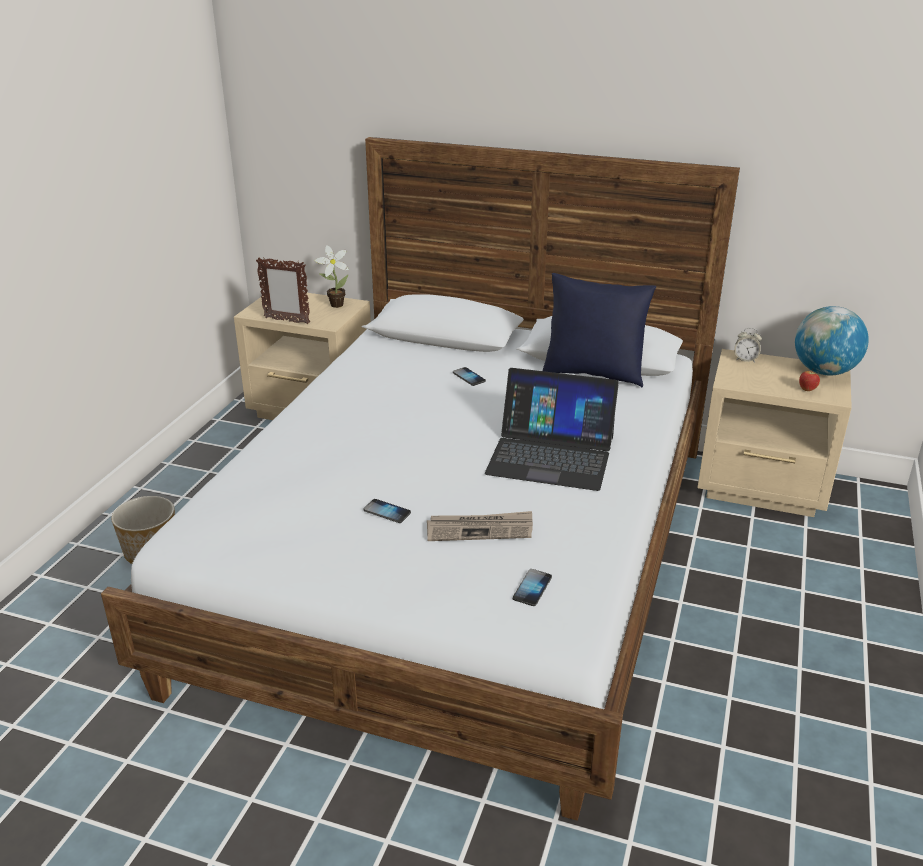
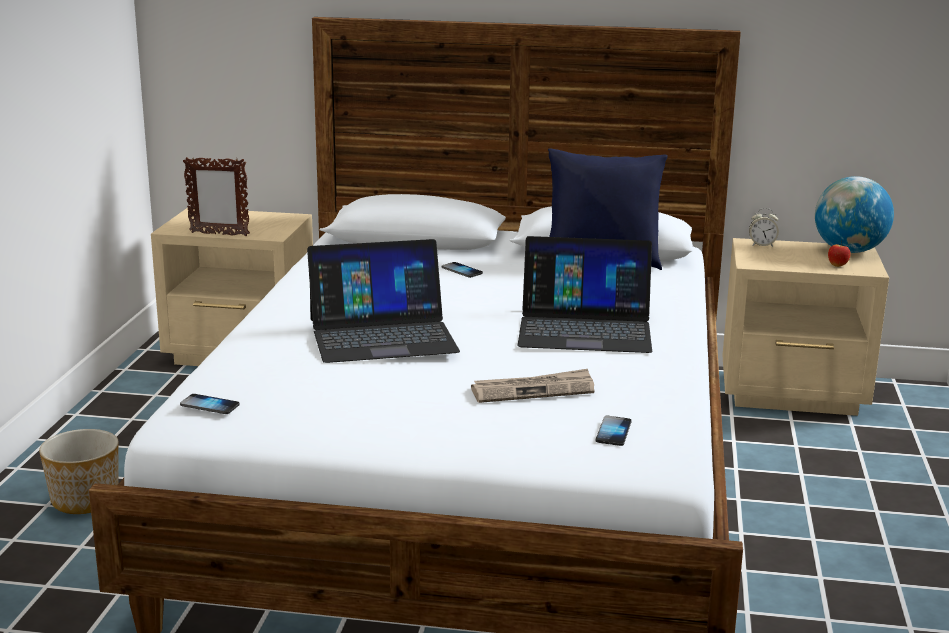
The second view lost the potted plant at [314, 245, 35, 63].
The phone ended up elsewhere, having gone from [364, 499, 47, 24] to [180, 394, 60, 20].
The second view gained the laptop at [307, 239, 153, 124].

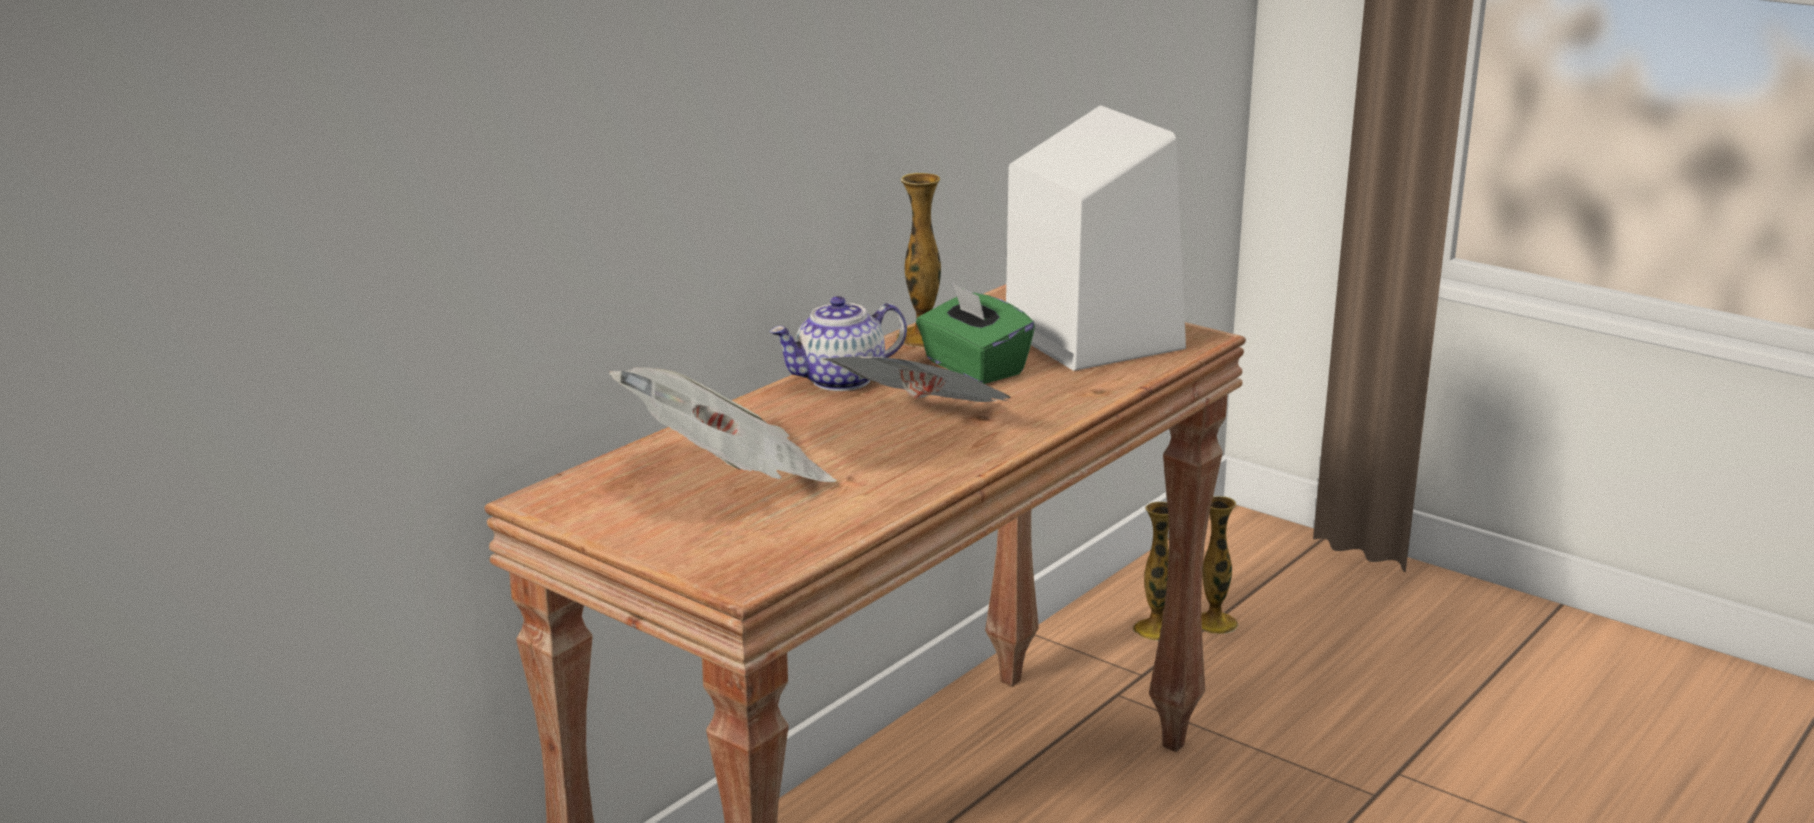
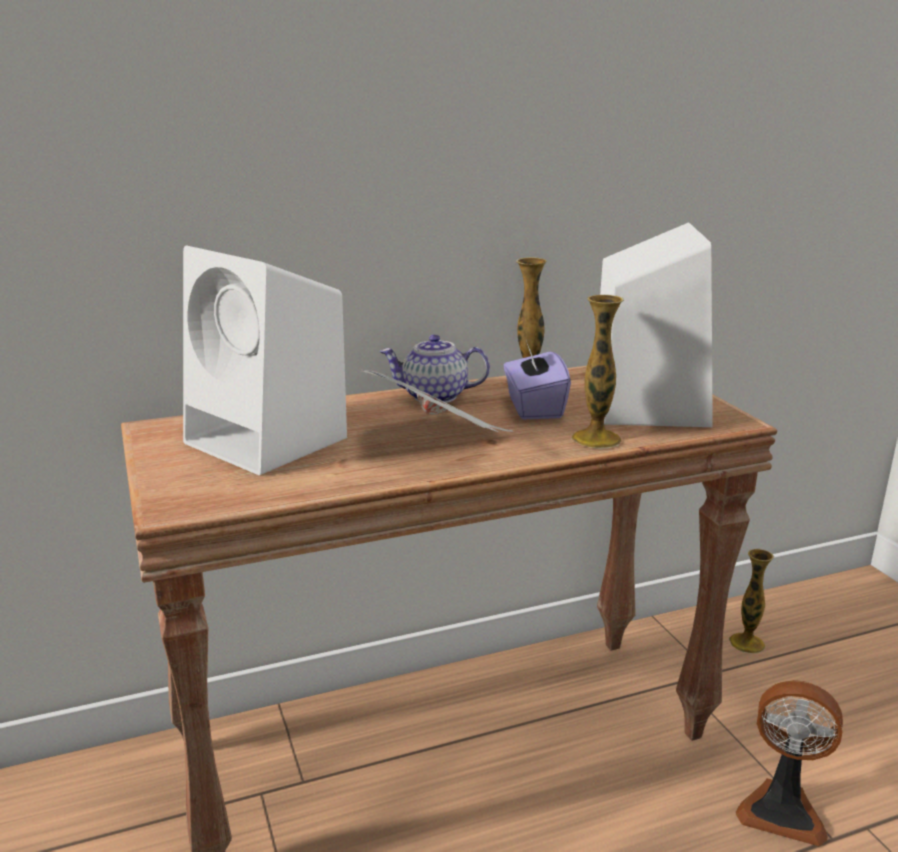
Where the newspaper stood at [609, 367, 228, 115], the white speaker came to stand at [183, 246, 164, 229].
What was the green tissue box at [916, 282, 119, 102] turned into the purple tissue box at [504, 340, 67, 79].
The vase ended up elsewhere, having gone from [1201, 496, 37, 138] to [571, 295, 53, 154].
The second view gained the fan at [736, 680, 107, 166].

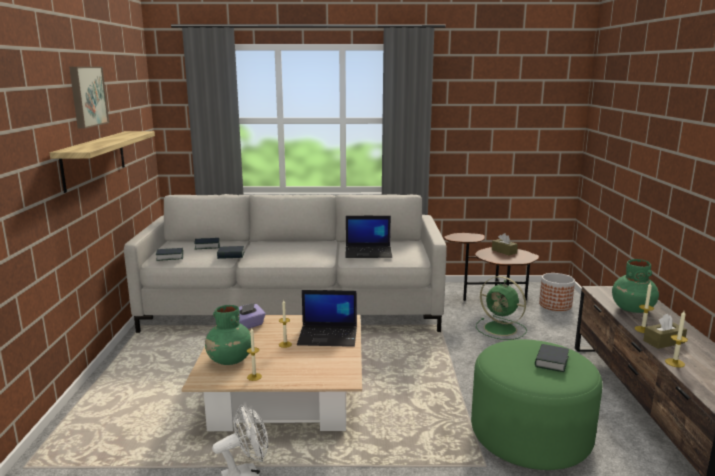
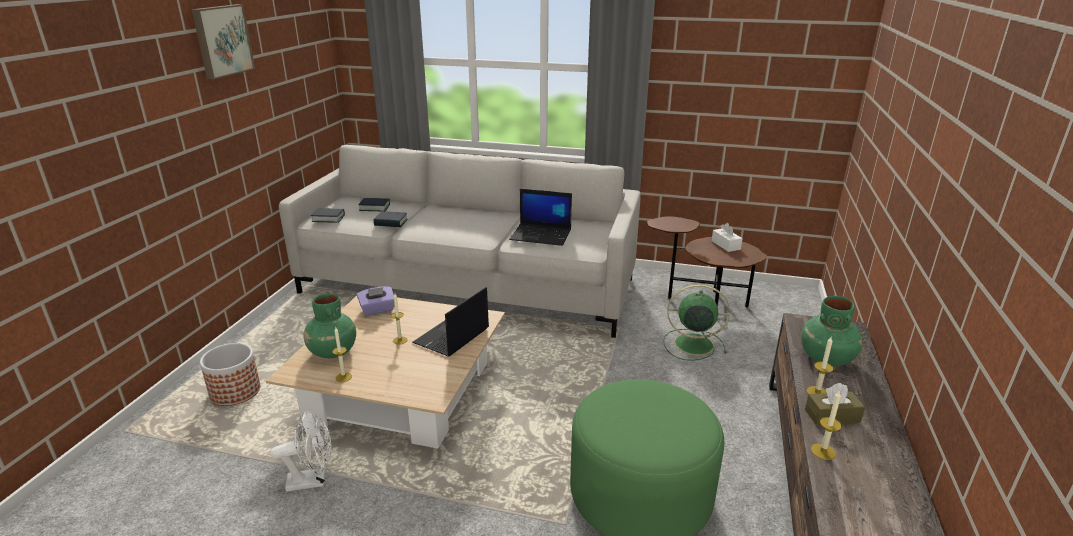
The second view lost the shelf at [50, 131, 105, 62].
The laptop at [297, 290, 60, 57] ended up facing another way, 105 degrees clockwise from before.
The green fan at [476, 276, 51, 64] ended up facing another way, 135 degrees clockwise from before.
What was the brown tissue box at [492, 233, 26, 23] turned into the white tissue box at [712, 223, 31, 29].
The second view lost the book at [535, 344, 34, 28].
The planter ended up elsewhere, having gone from [539, 273, 36, 38] to [200, 343, 61, 63].

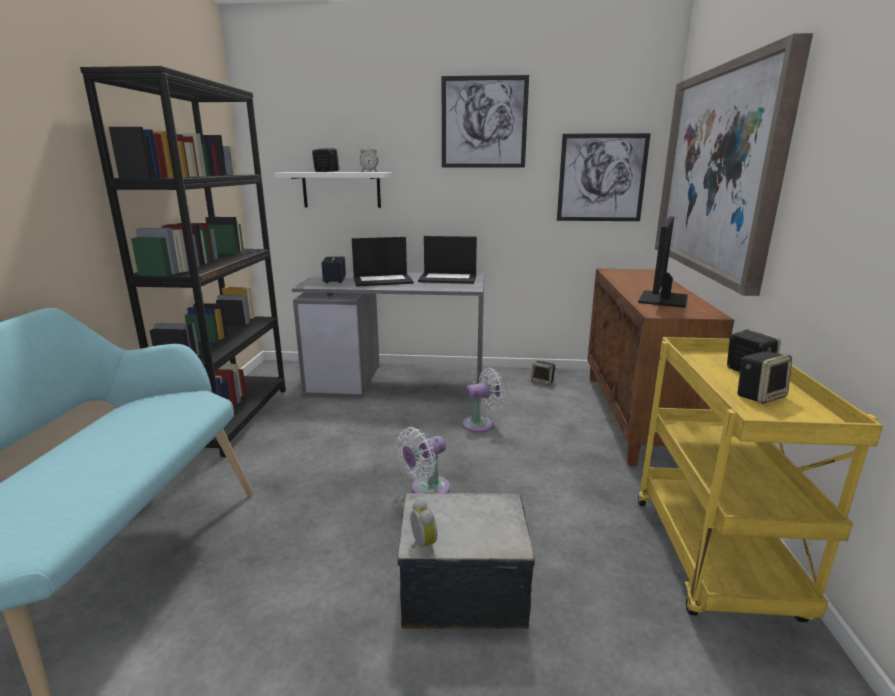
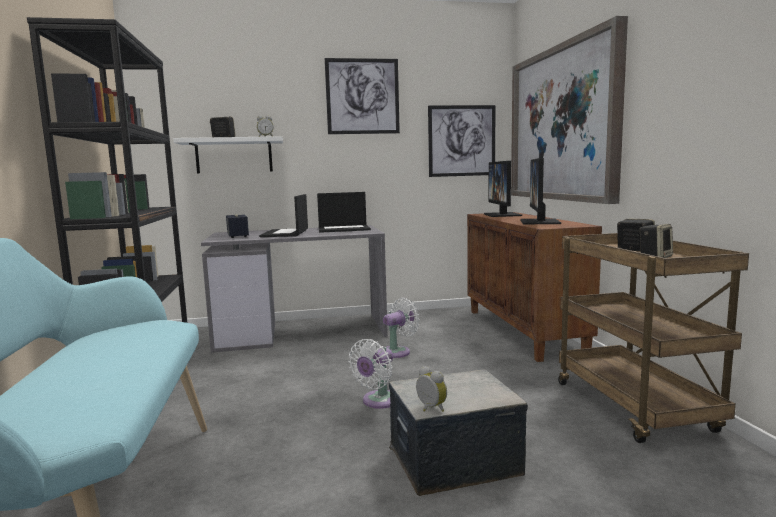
The laptop at [352, 237, 62, 50] ended up facing another way, 120 degrees clockwise from before.
The second view lost the speaker at [531, 361, 25, 24].
What was the yellow cart at [638, 337, 245, 285] turned into the brown cart at [558, 233, 191, 210].
The second view gained the monitor at [484, 161, 38, 56].

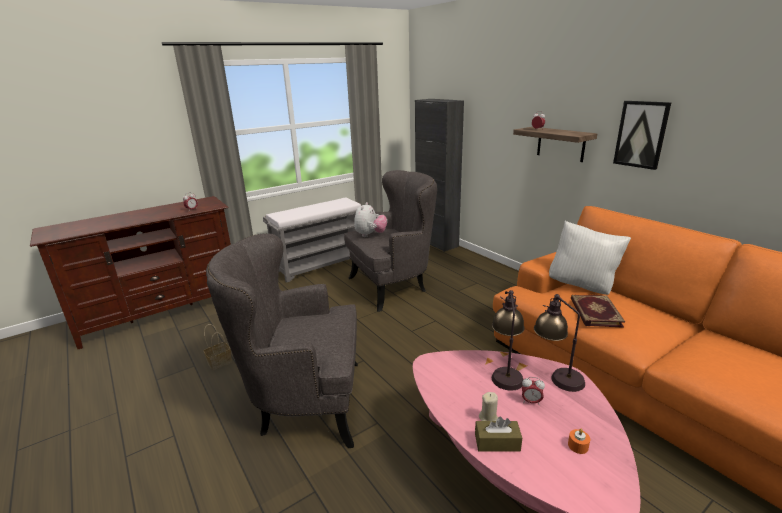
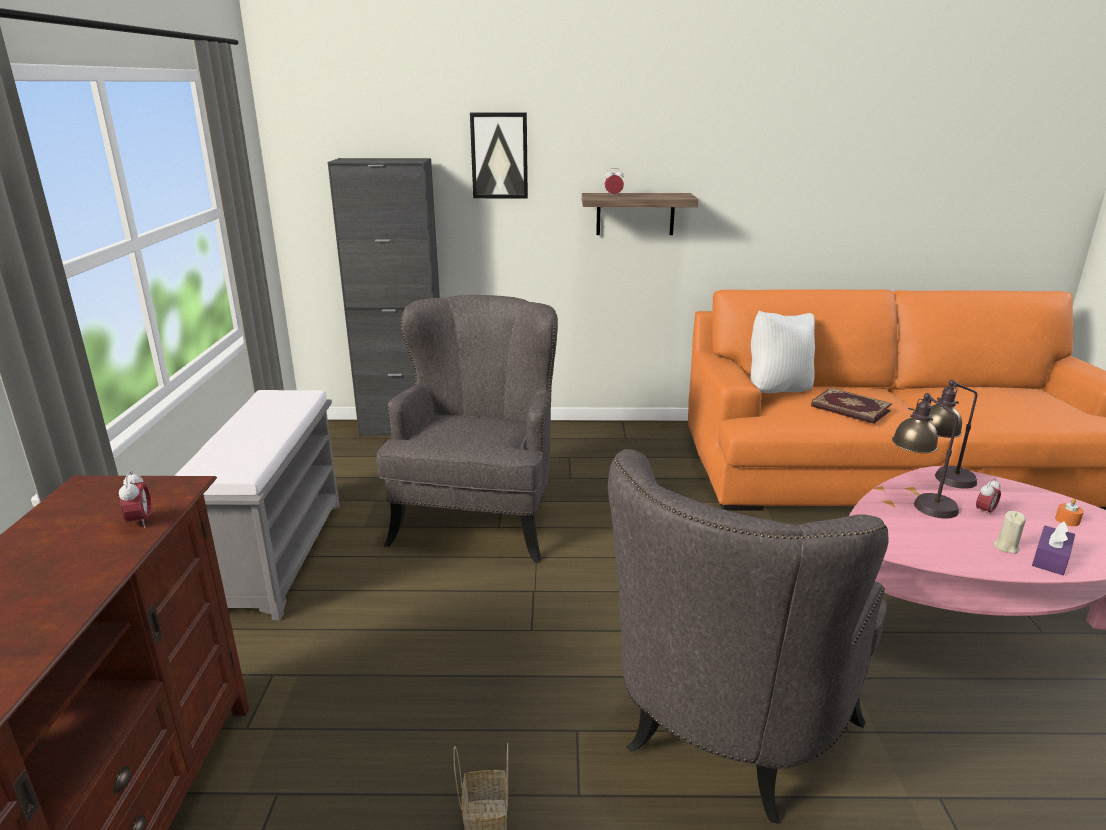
The second view lost the plush toy at [354, 202, 33, 35].
What was the brown tissue box at [475, 417, 47, 34] turned into the purple tissue box at [1032, 521, 43, 54].
The picture ended up elsewhere, having gone from [613, 101, 59, 69] to [470, 113, 58, 85].

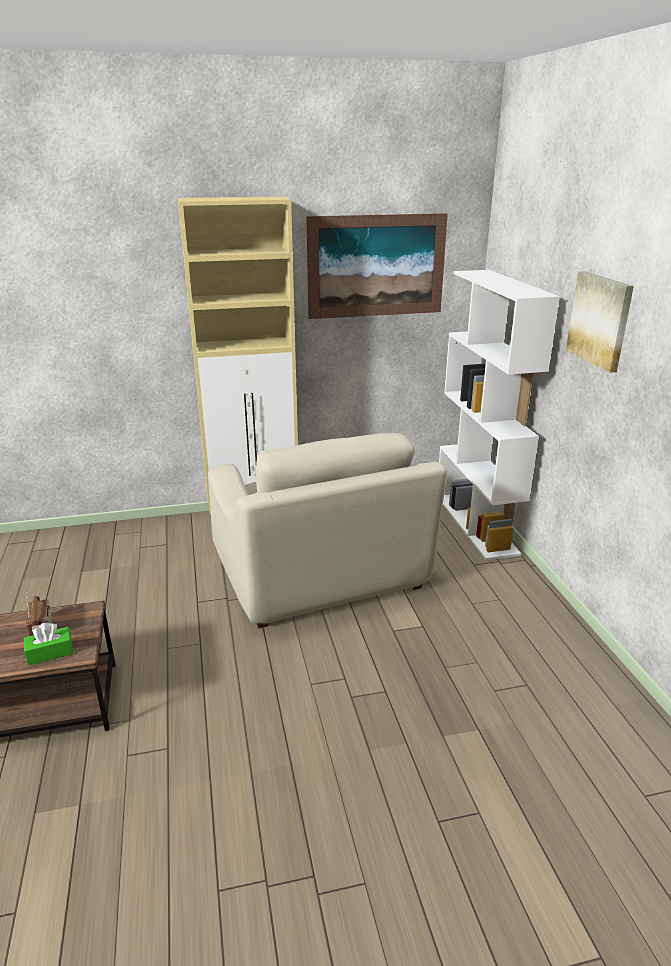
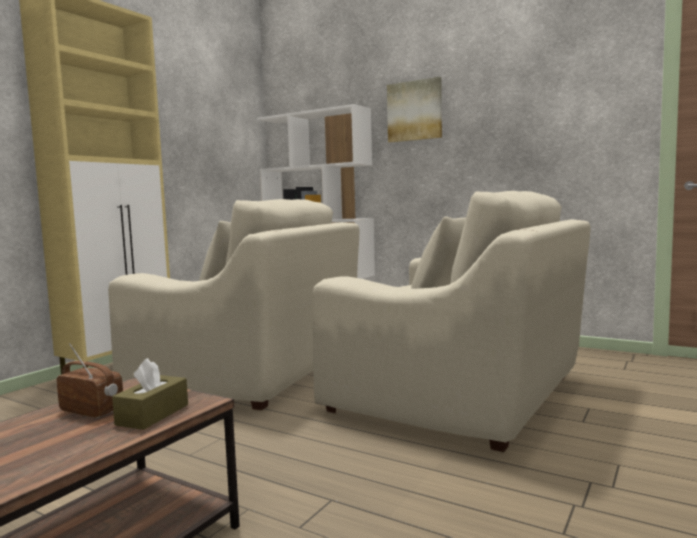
What was the green tissue box at [24, 623, 49, 43] turned into the brown tissue box at [112, 358, 76, 72].
The second view lost the picture at [306, 213, 142, 106].
The second view gained the beige armchair at [312, 191, 279, 261].

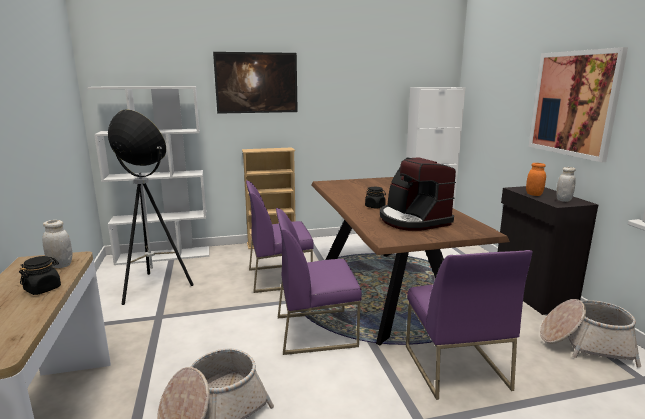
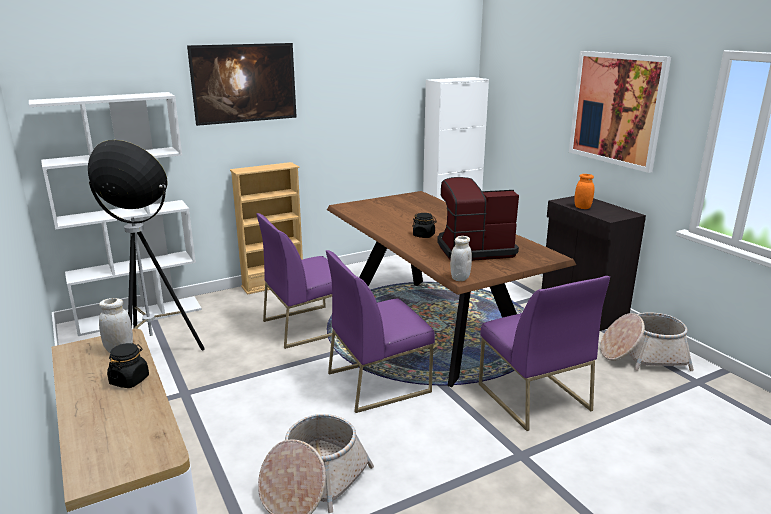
The coffee machine at [380, 157, 76, 74] ended up facing another way, 120 degrees clockwise from before.
The white jar ended up elsewhere, having gone from [556, 167, 20, 35] to [450, 236, 22, 45].

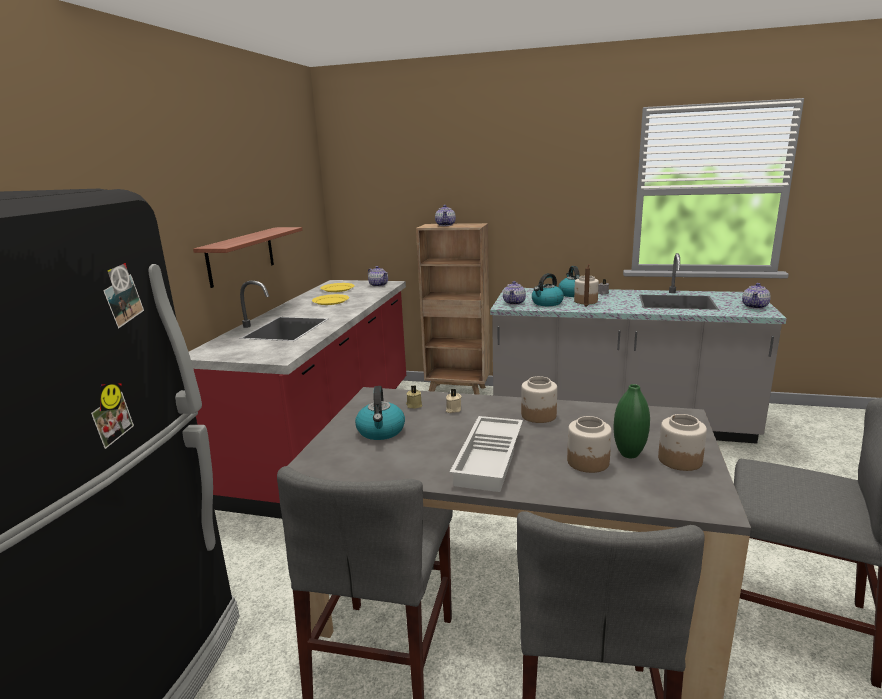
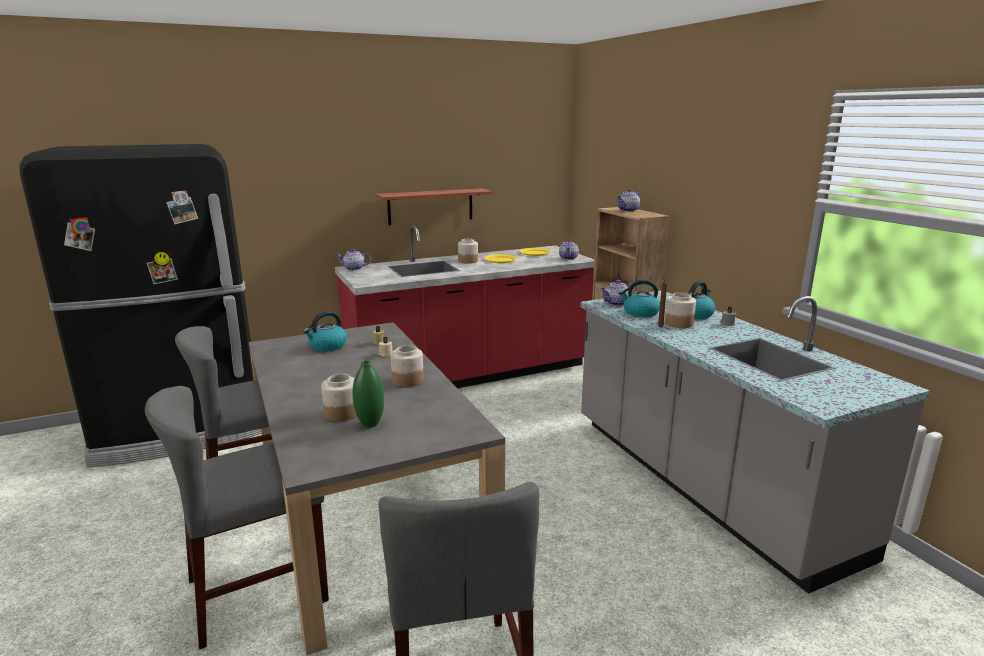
The second view lost the white tray at [450, 416, 73, 76].
The jar ended up elsewhere, having gone from [658, 414, 49, 57] to [458, 239, 20, 24].
The teapot ended up elsewhere, having gone from [742, 283, 29, 26] to [336, 248, 35, 22].

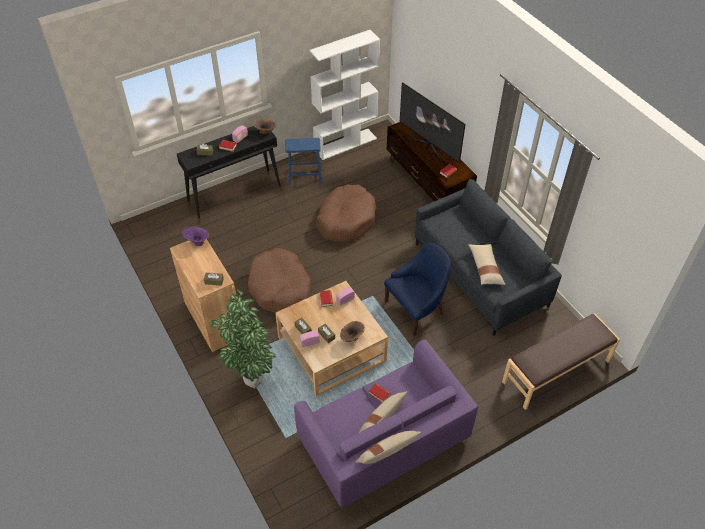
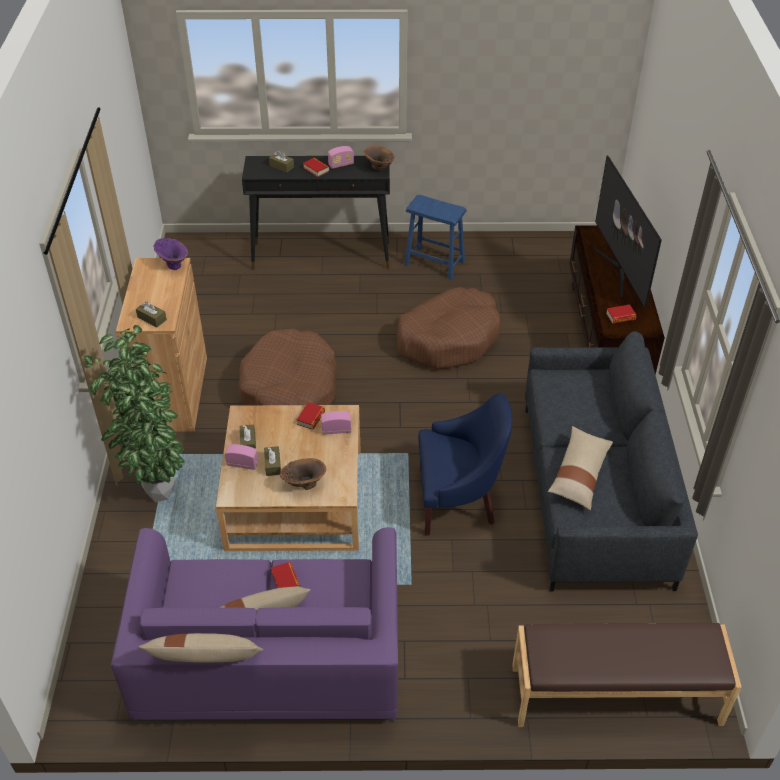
The second view lost the white bookcase at [309, 30, 71, 130].

